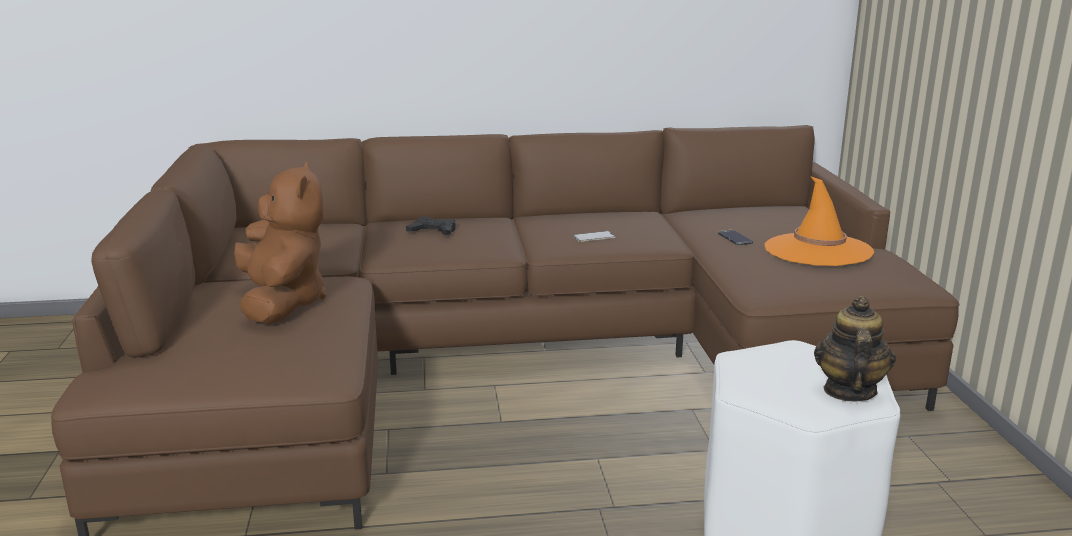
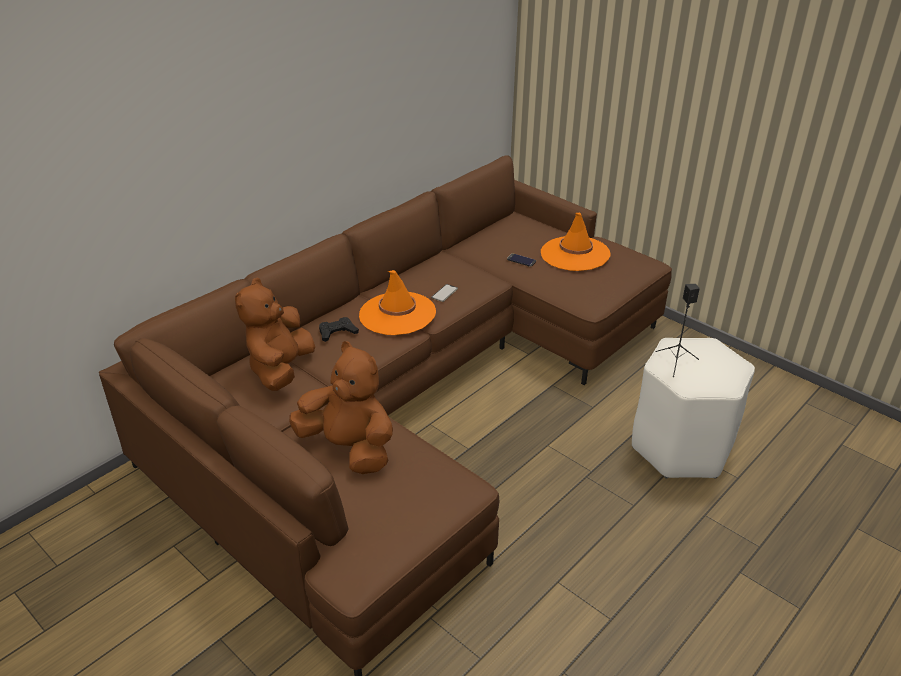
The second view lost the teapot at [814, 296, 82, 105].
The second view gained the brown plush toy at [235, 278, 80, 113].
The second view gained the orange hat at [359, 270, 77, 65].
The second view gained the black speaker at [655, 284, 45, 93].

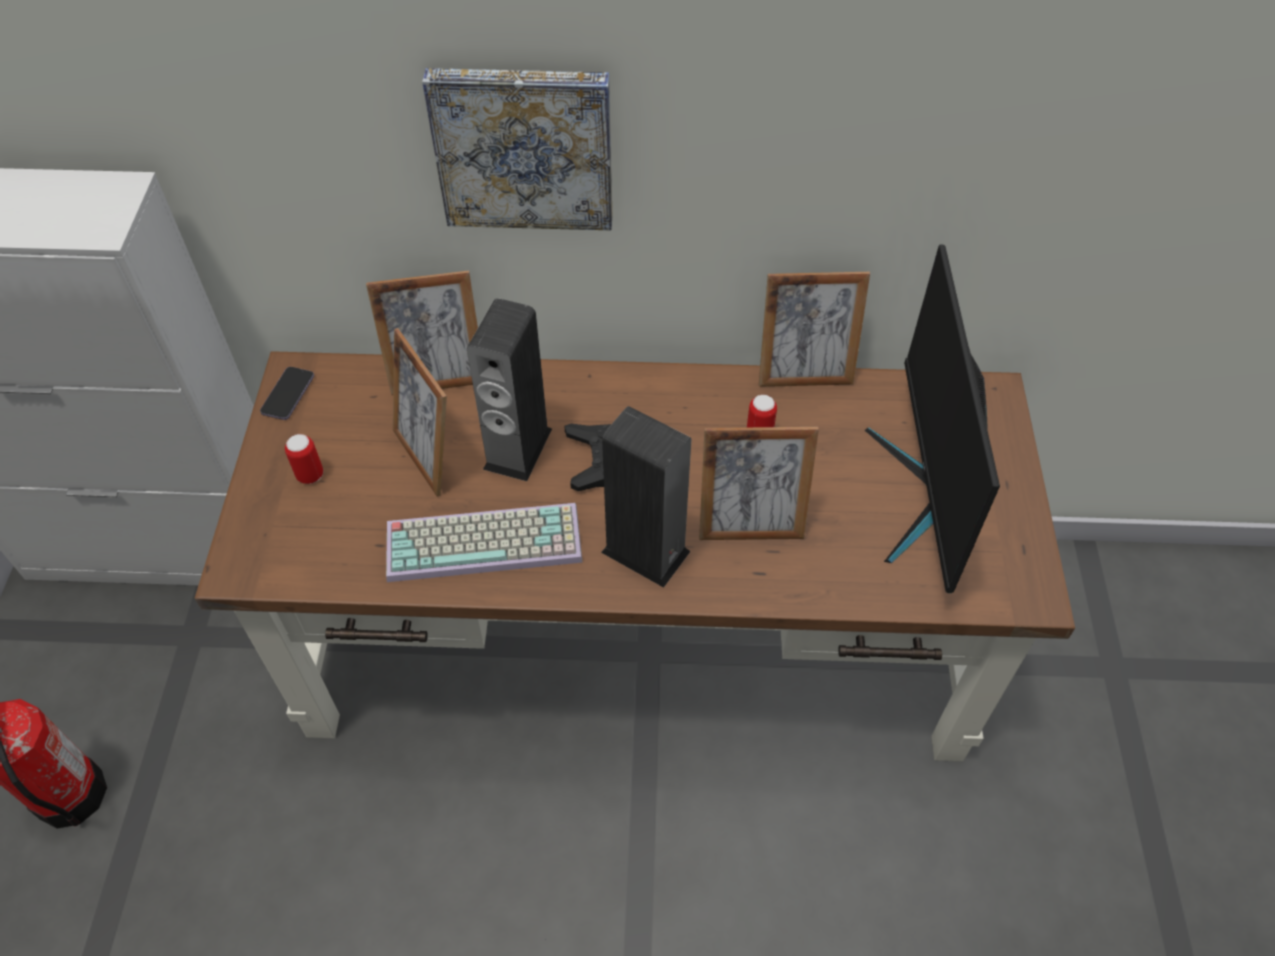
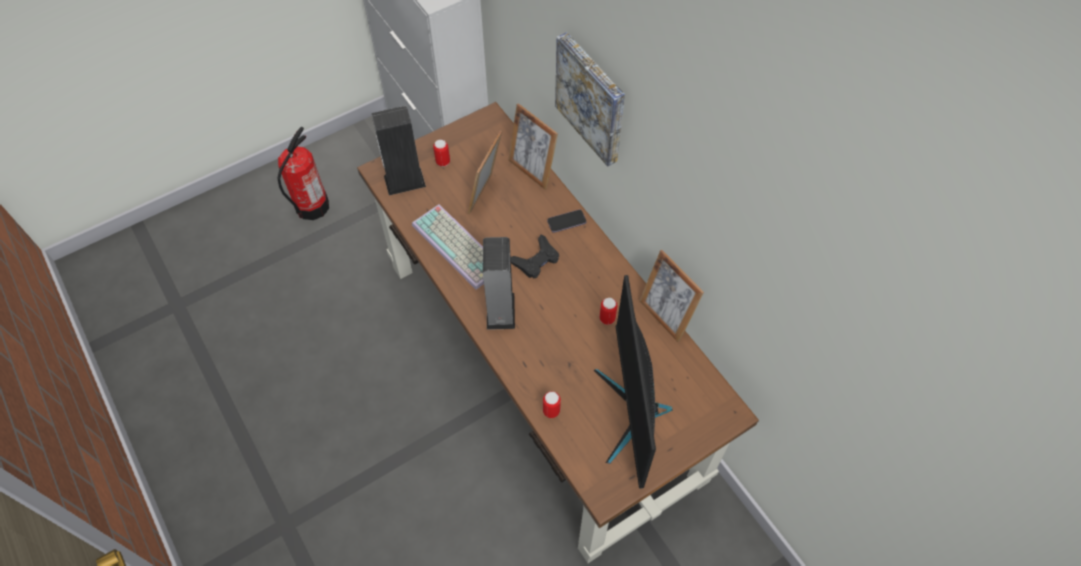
The phone ended up elsewhere, having gone from [260, 367, 54, 53] to [547, 210, 39, 23].
The speaker ended up elsewhere, having gone from [467, 298, 85, 183] to [371, 106, 55, 89].
The second view lost the picture frame at [699, 427, 120, 113].
The monitor at [865, 245, 135, 348] ended up facing another way, 60 degrees counterclockwise from before.
The second view gained the can at [543, 391, 18, 27].

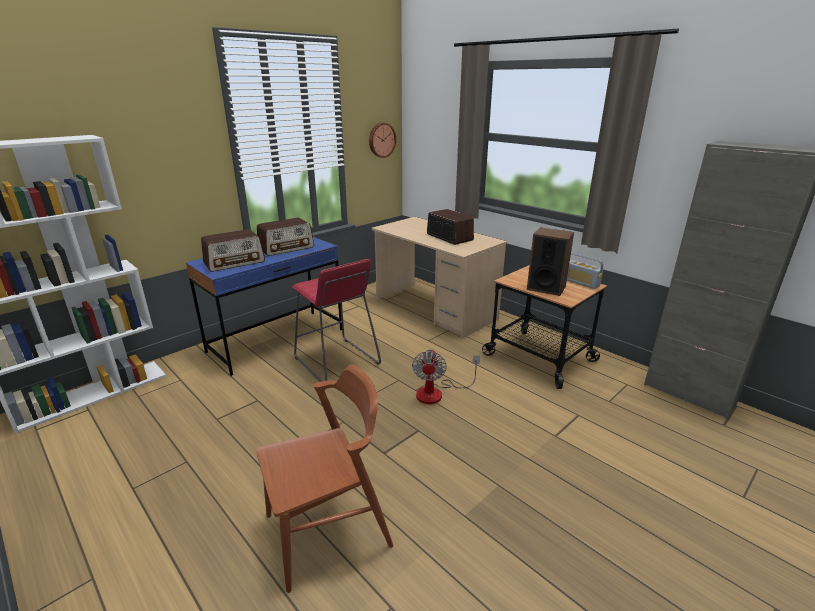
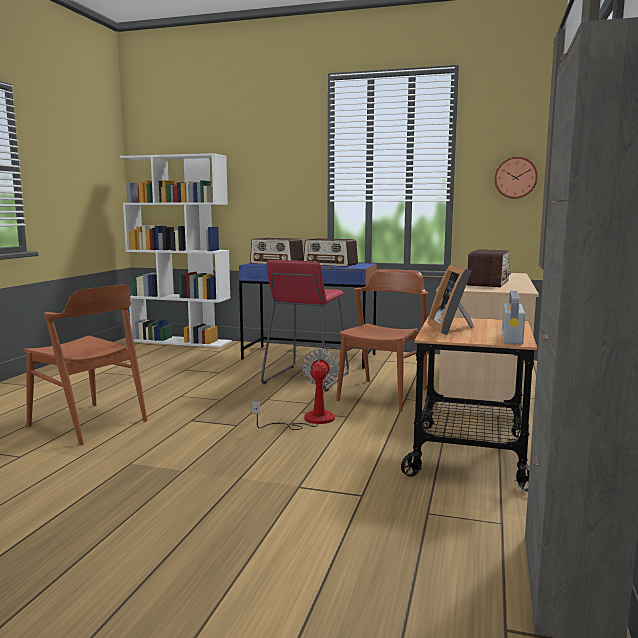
The fan at [412, 349, 68, 55] ended up facing another way, 120 degrees clockwise from before.
Where the speaker stood at [527, 228, 47, 68], the picture frame came to stand at [428, 264, 46, 71].
The second view gained the brown chair at [336, 269, 92, 143].

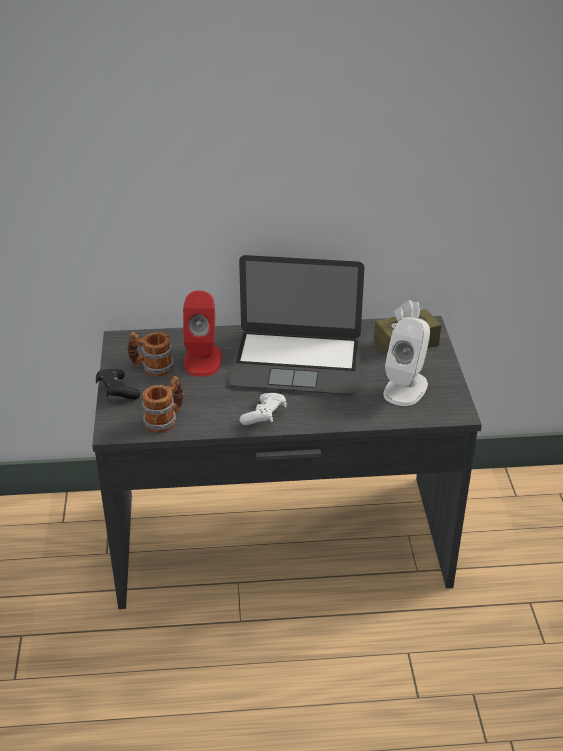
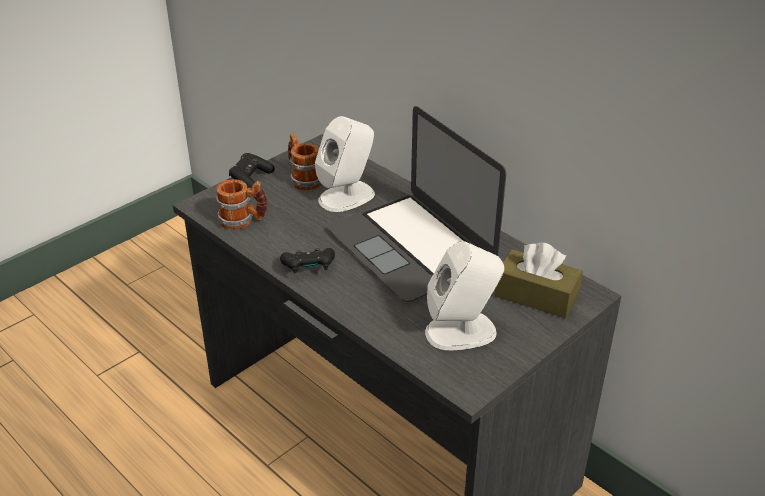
What was the red speaker at [183, 290, 39, 87] turned into the white speaker at [315, 116, 60, 96].
What was the white game controller at [239, 393, 48, 32] turned into the black game controller at [280, 248, 55, 25].

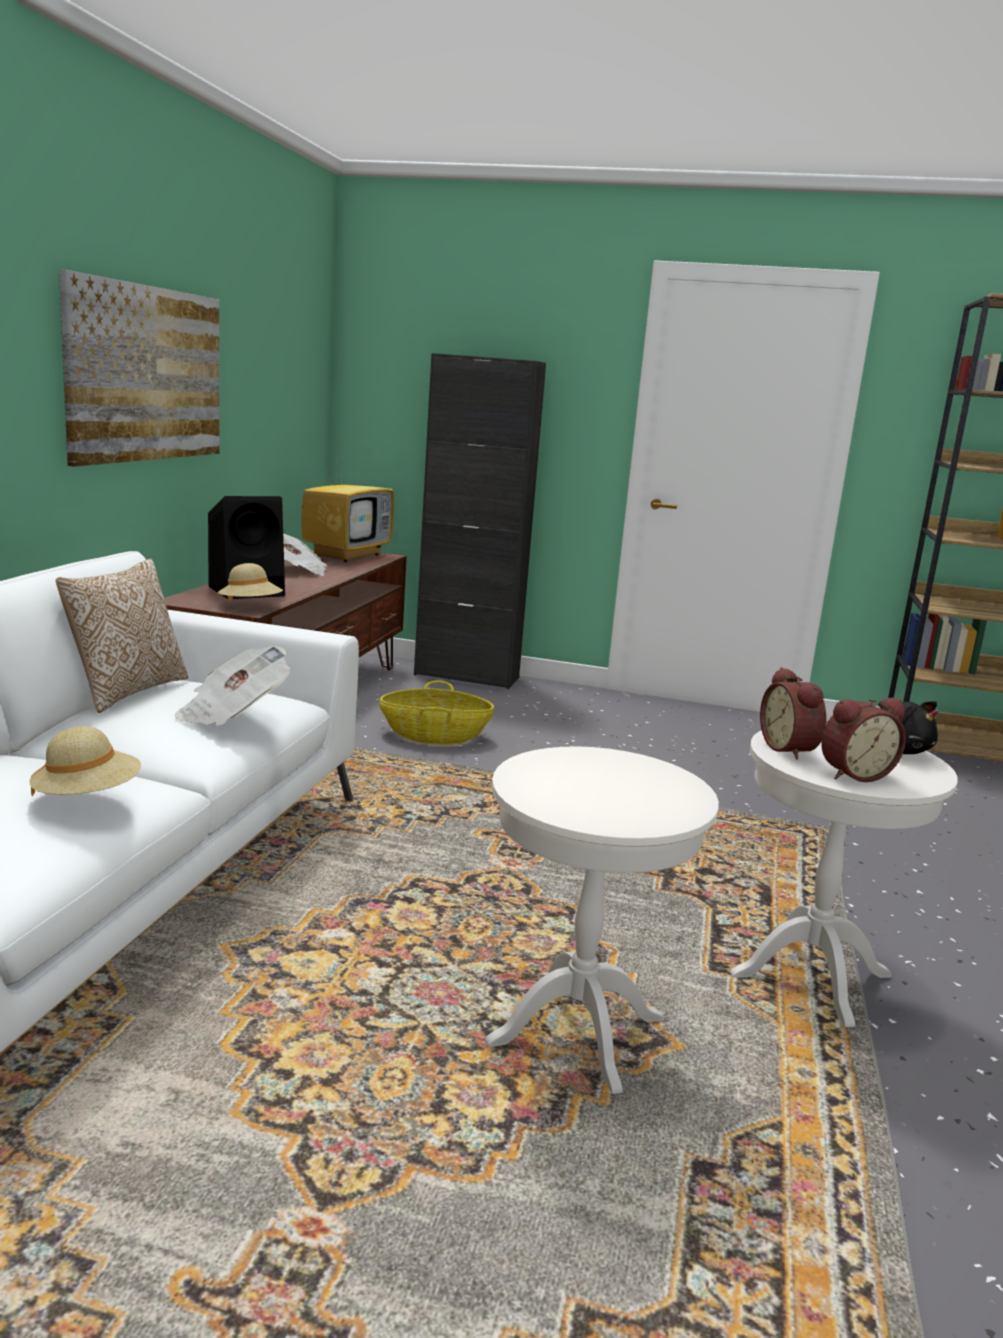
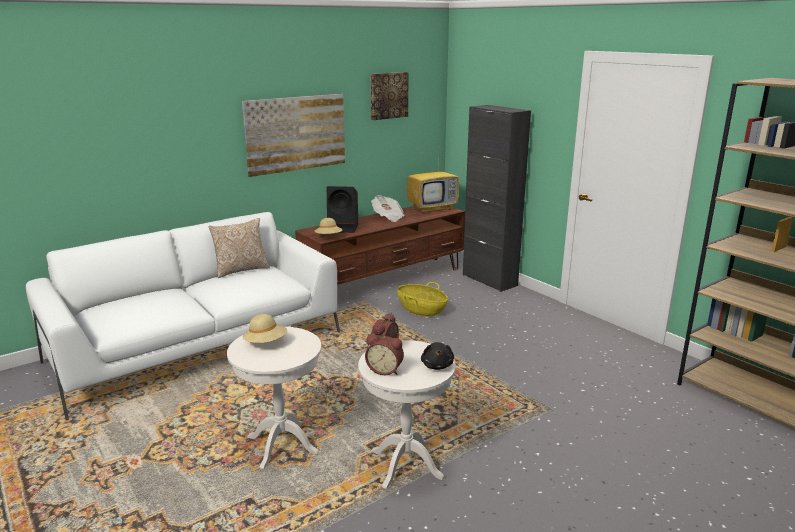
The beige hat ended up elsewhere, having gone from [30, 726, 111, 70] to [243, 314, 44, 29].
The second view lost the newspaper at [175, 646, 115, 80].
The second view gained the picture at [370, 72, 38, 48].

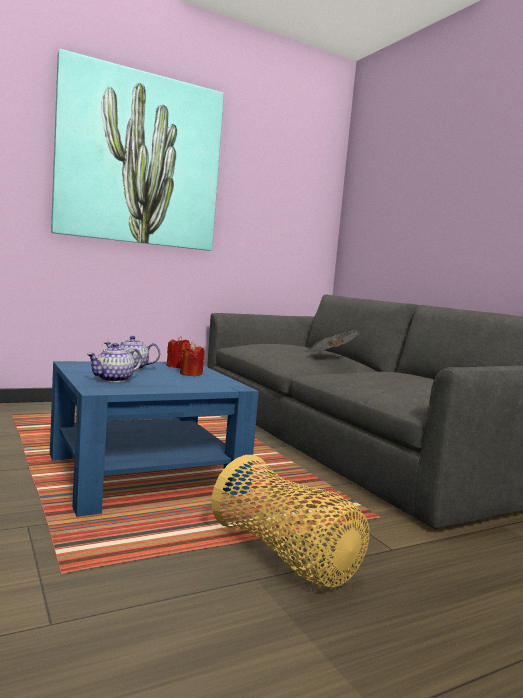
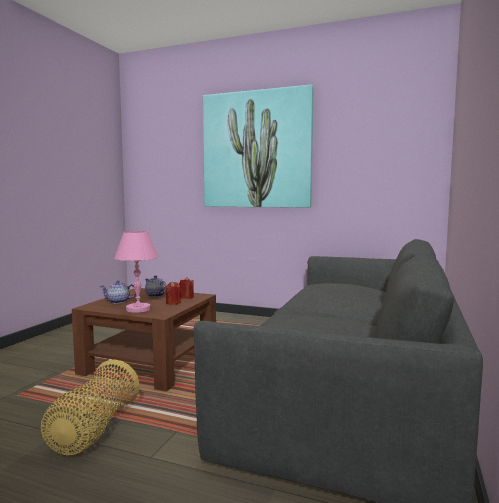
What was the blue coffee table at [50, 361, 209, 156] turned into the brown coffee table at [72, 288, 144, 103].
The second view lost the newspaper at [306, 330, 54, 23].
The second view gained the pink table lamp at [114, 231, 44, 82].

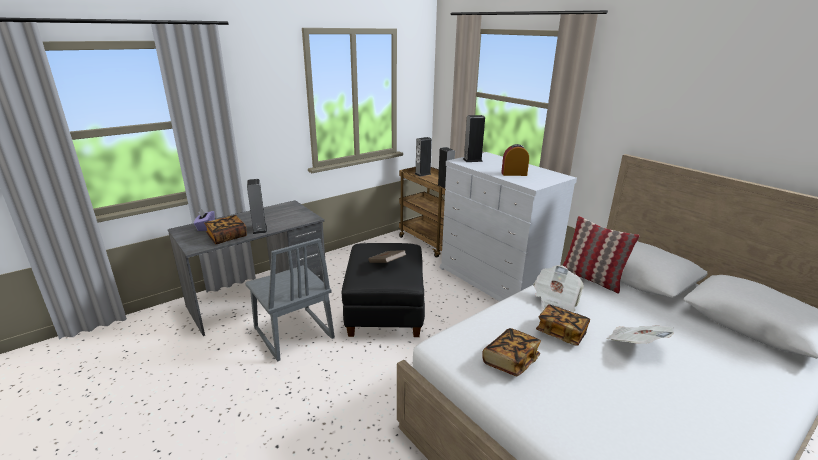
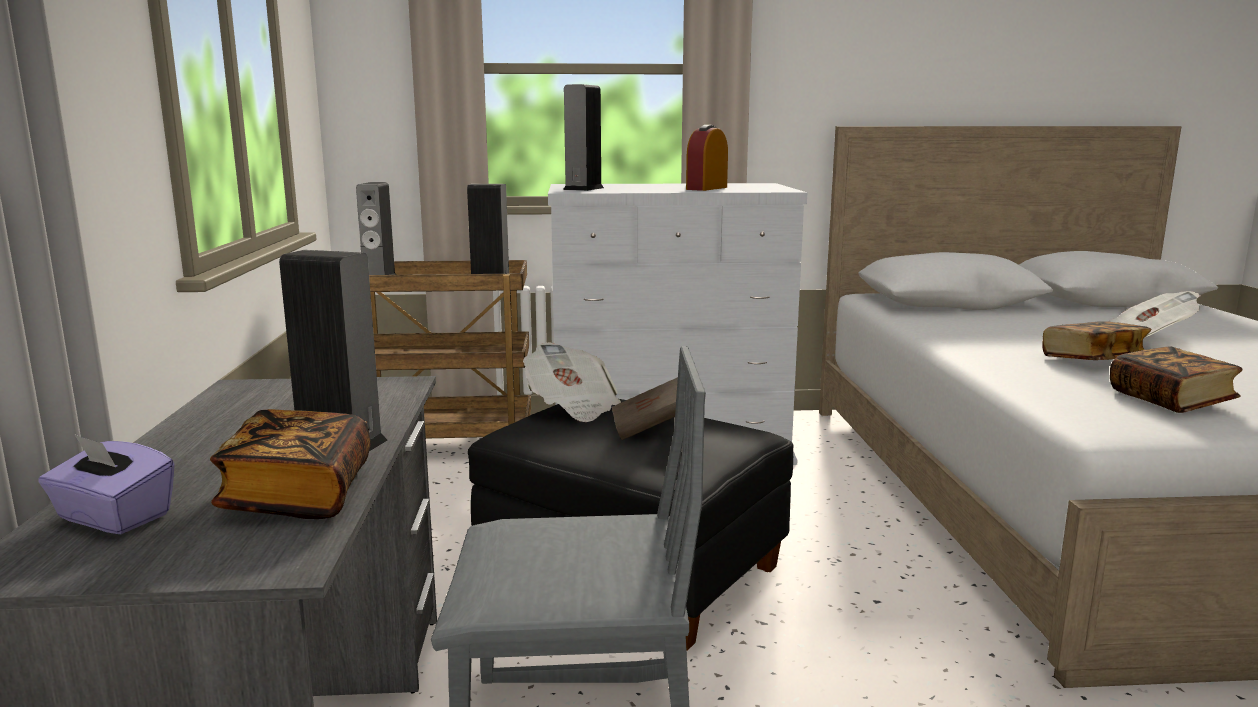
The newspaper ended up elsewhere, having gone from [533, 265, 51, 47] to [523, 343, 98, 79].
The second view lost the pillow at [562, 216, 78, 78].

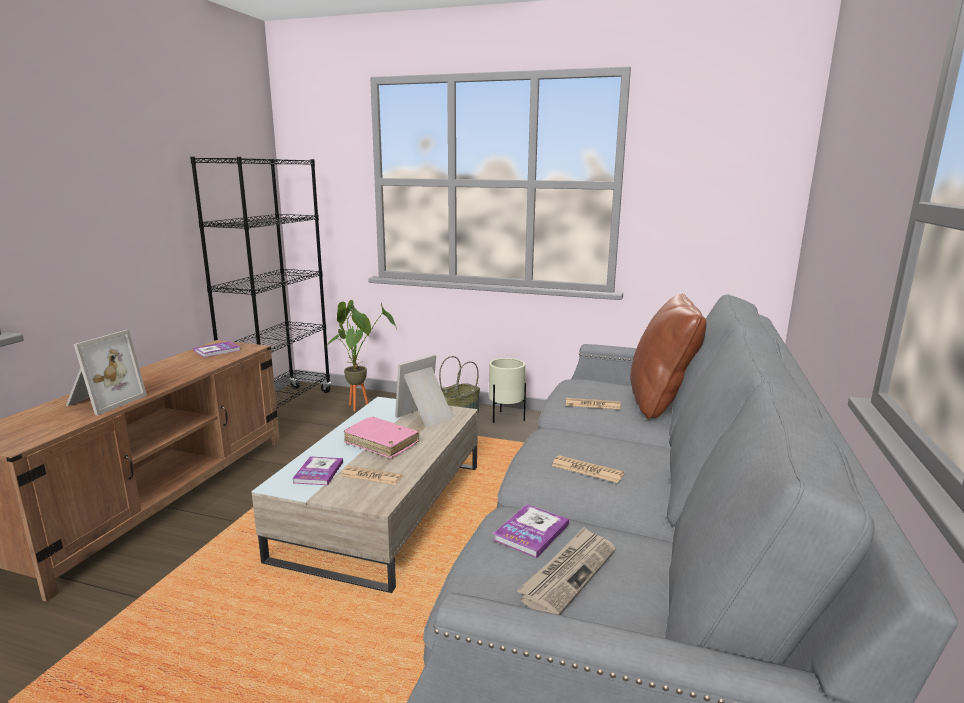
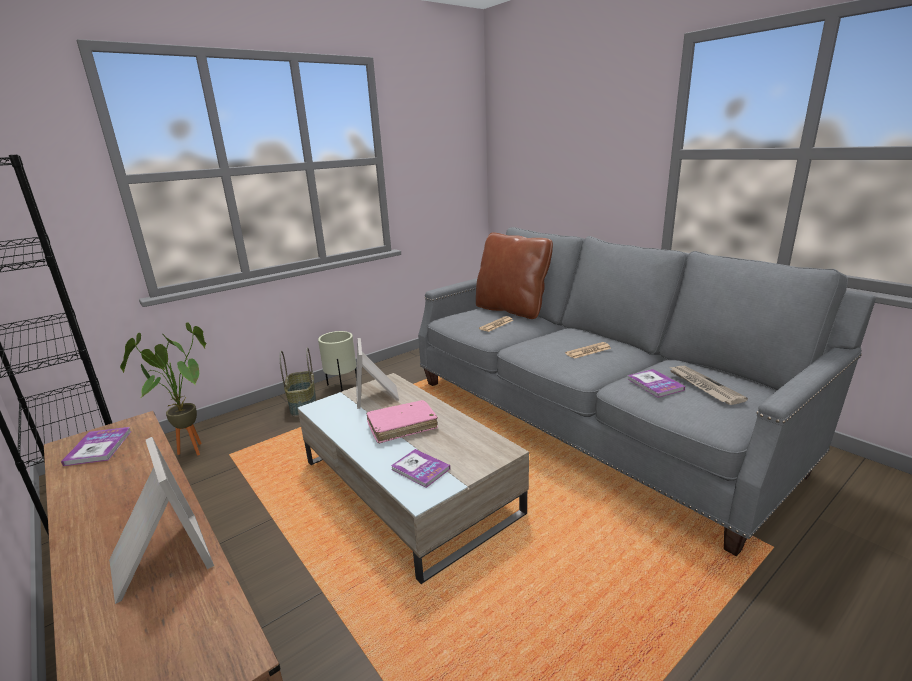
The second view lost the newspaper at [341, 466, 62, 19].

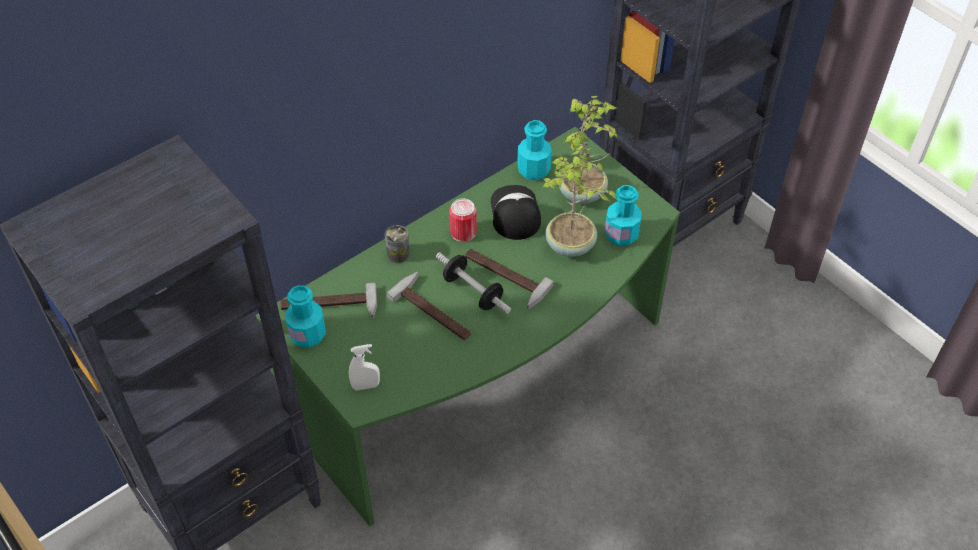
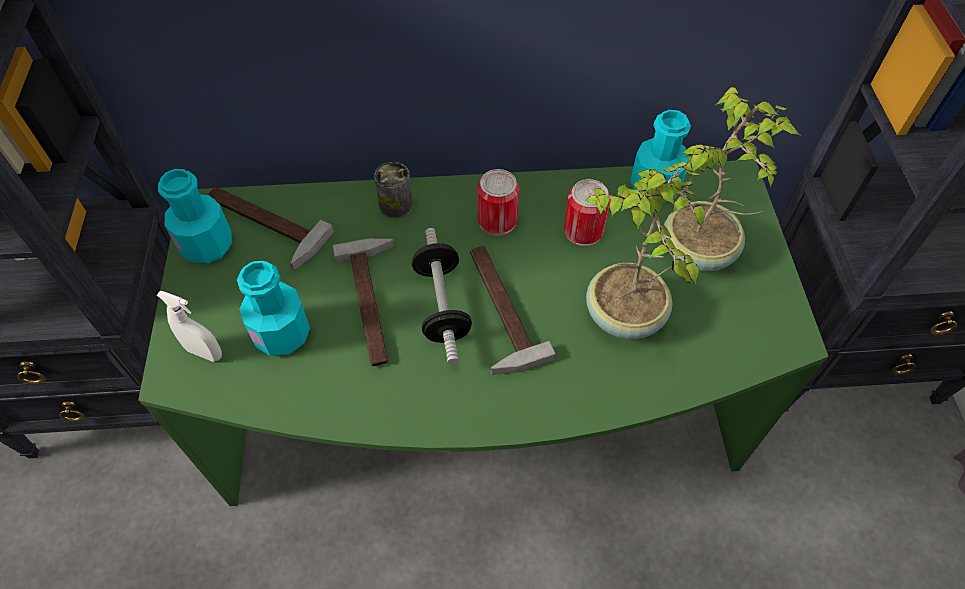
Where the cap stood at [491, 185, 50, 55], the can came to stand at [564, 179, 46, 67].
The turquoise bottle ended up elsewhere, having gone from [605, 185, 37, 61] to [237, 261, 73, 95].

